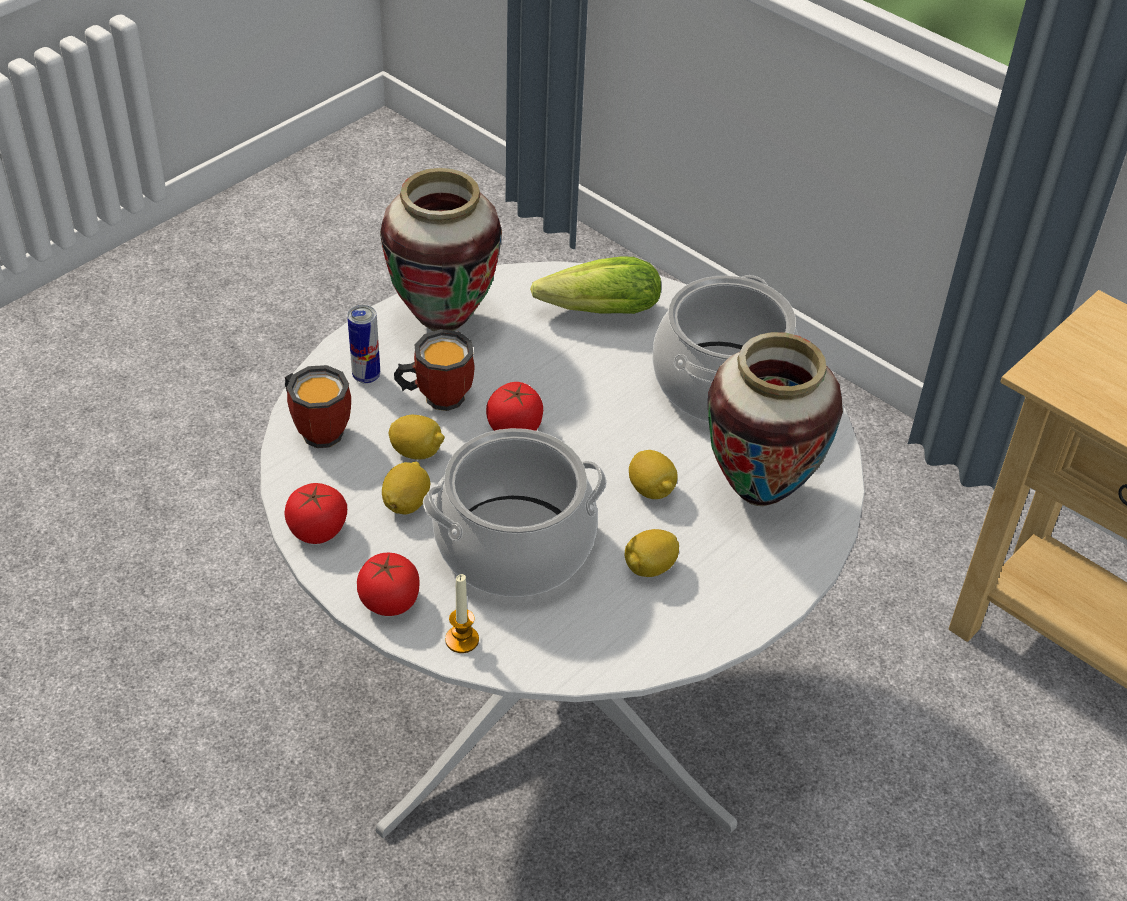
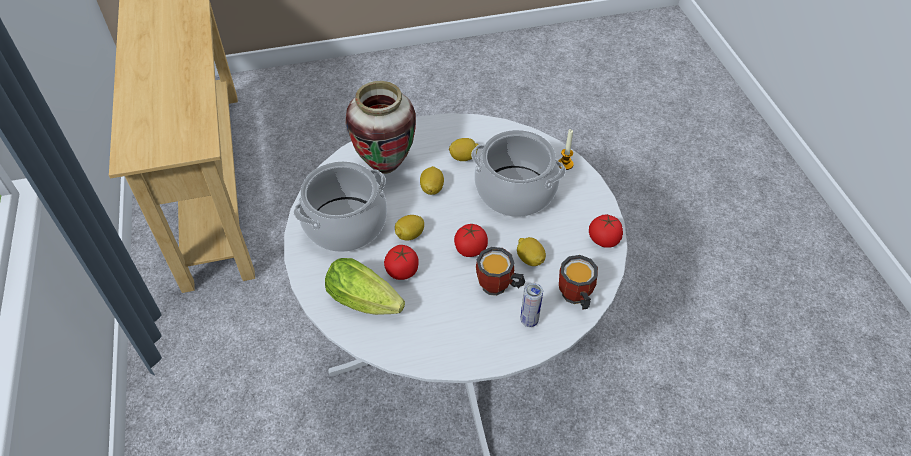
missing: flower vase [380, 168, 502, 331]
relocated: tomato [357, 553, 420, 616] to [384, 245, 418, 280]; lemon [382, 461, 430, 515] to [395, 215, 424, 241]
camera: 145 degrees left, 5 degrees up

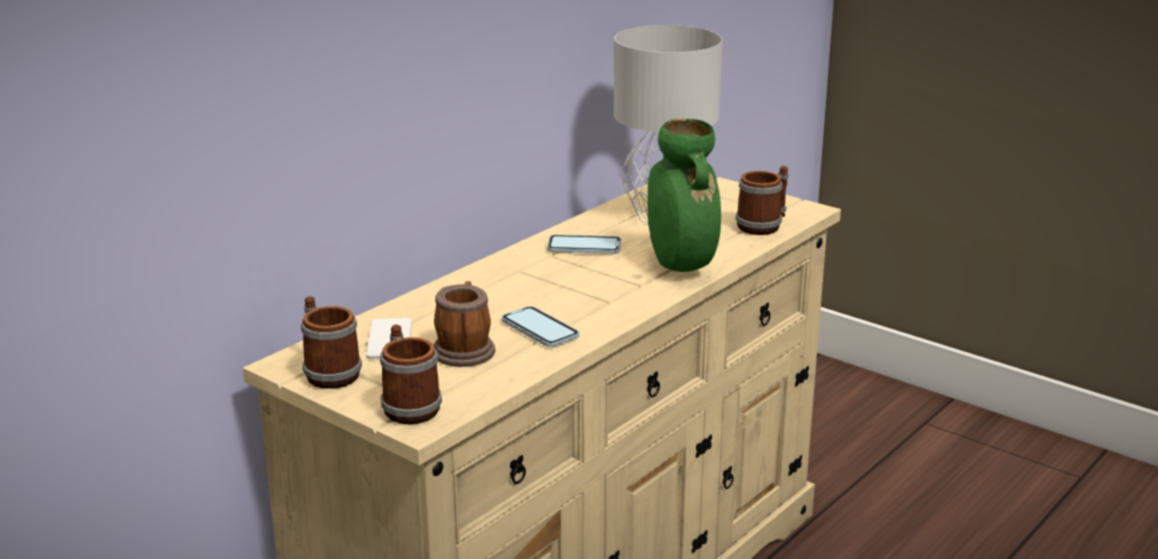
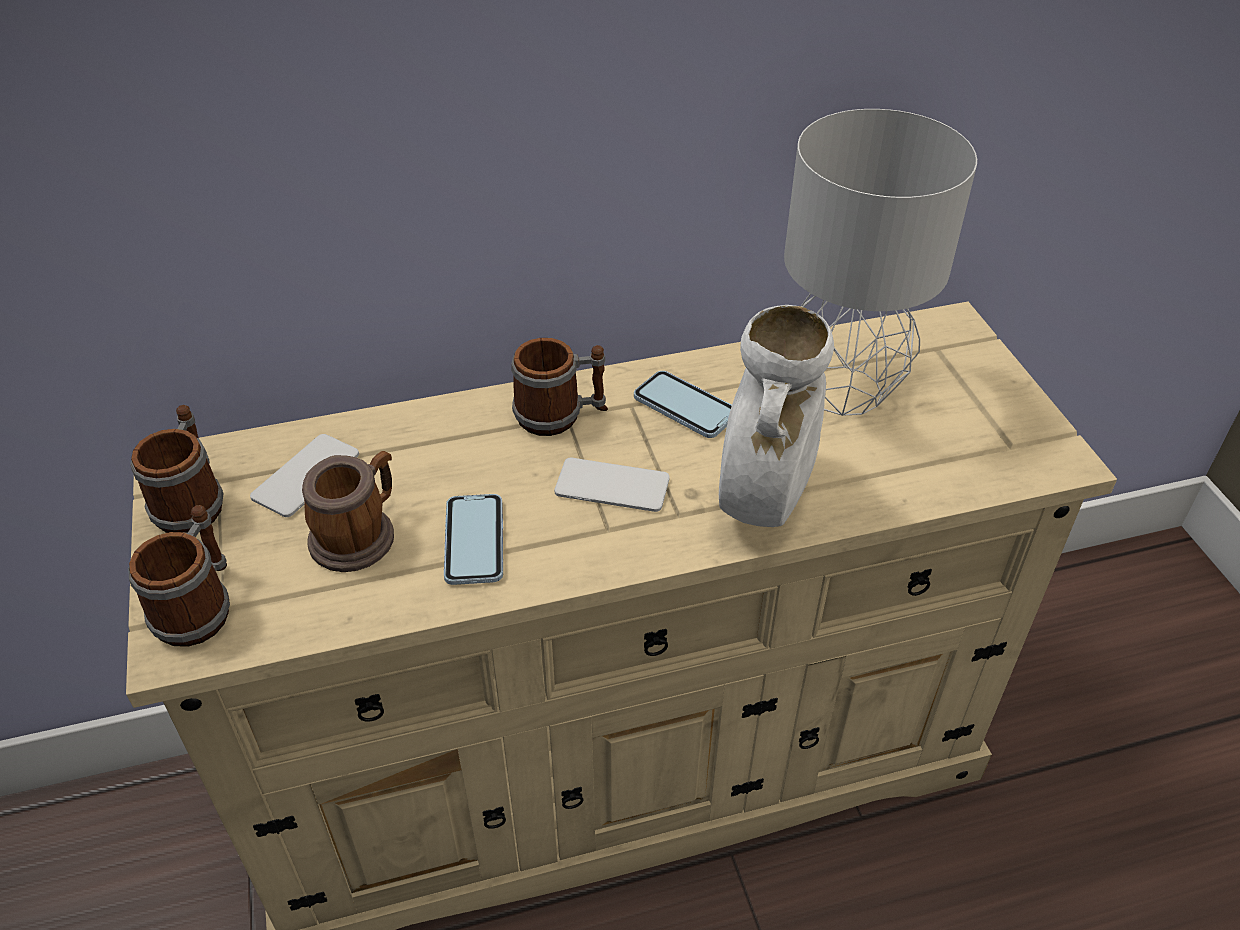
appeared: telephone [554, 458, 670, 512]
relocated: tea mug [735, 166, 789, 235] to [511, 338, 608, 436]
colour: green-coloured flower vase [647, 119, 721, 272] to whitish flower vase [719, 305, 834, 527]
camera: 35 degrees right, 20 degrees up

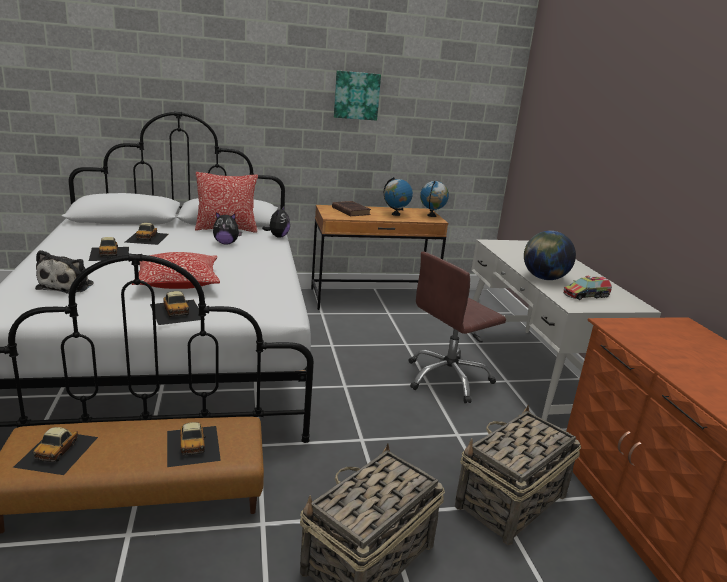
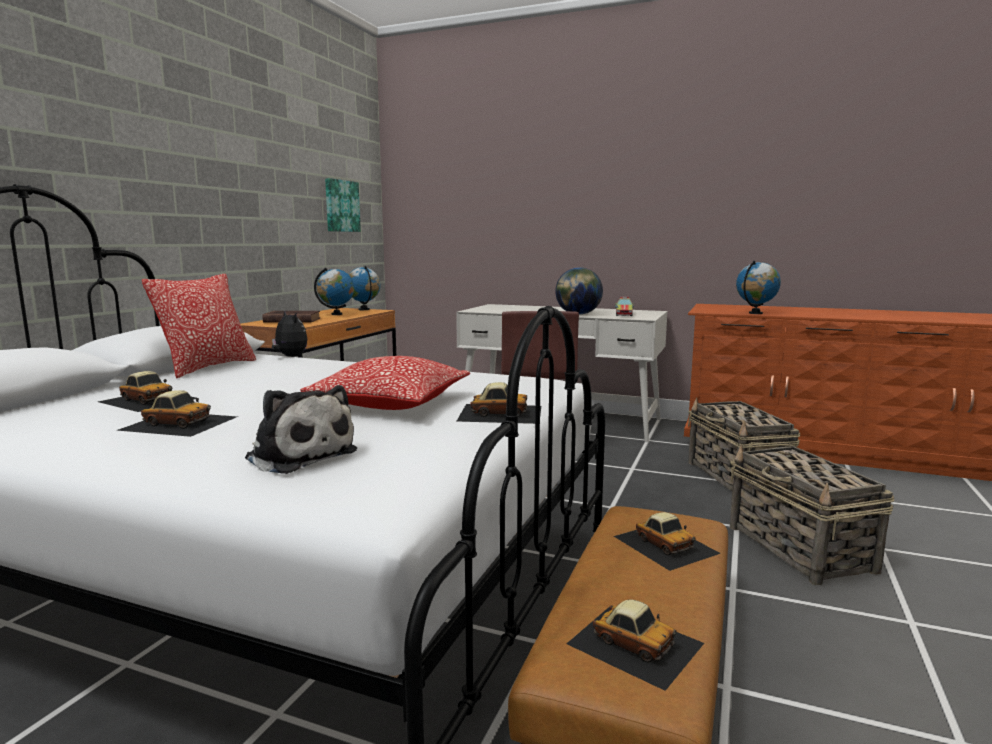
missing: plush toy [213, 212, 242, 244]
appeared: world globe [736, 261, 781, 314]
relocated: wall picture [334, 71, 381, 120] to [325, 178, 361, 232]
spun: miniature car [167, 422, 221, 467] = [614, 512, 721, 571] 45 degrees clockwise
camera: 55 degrees left, 10 degrees down

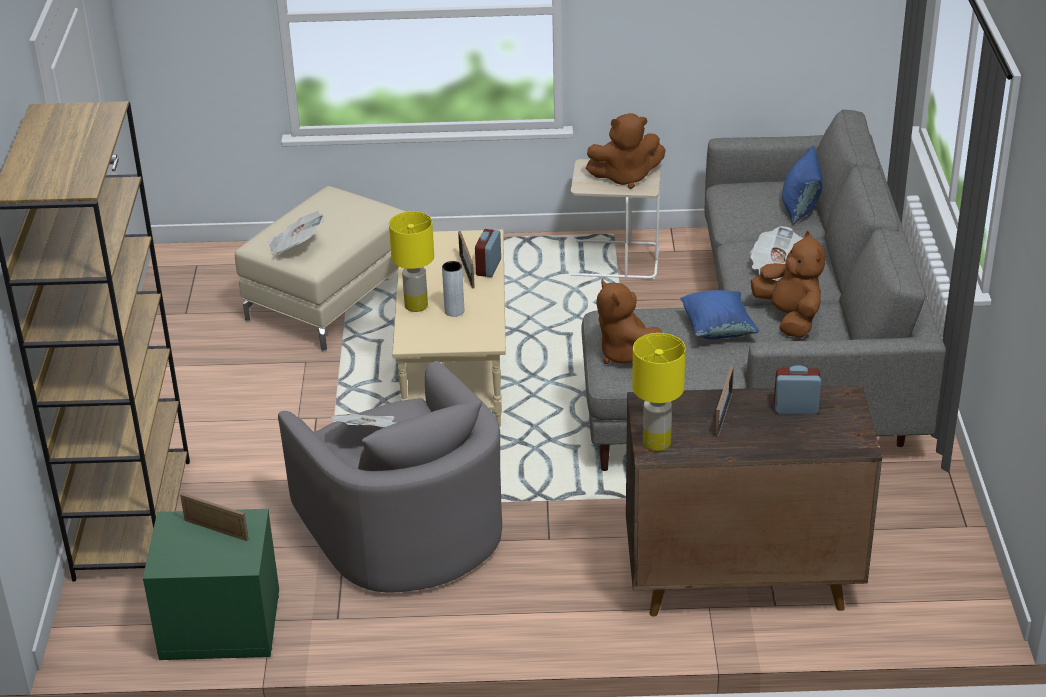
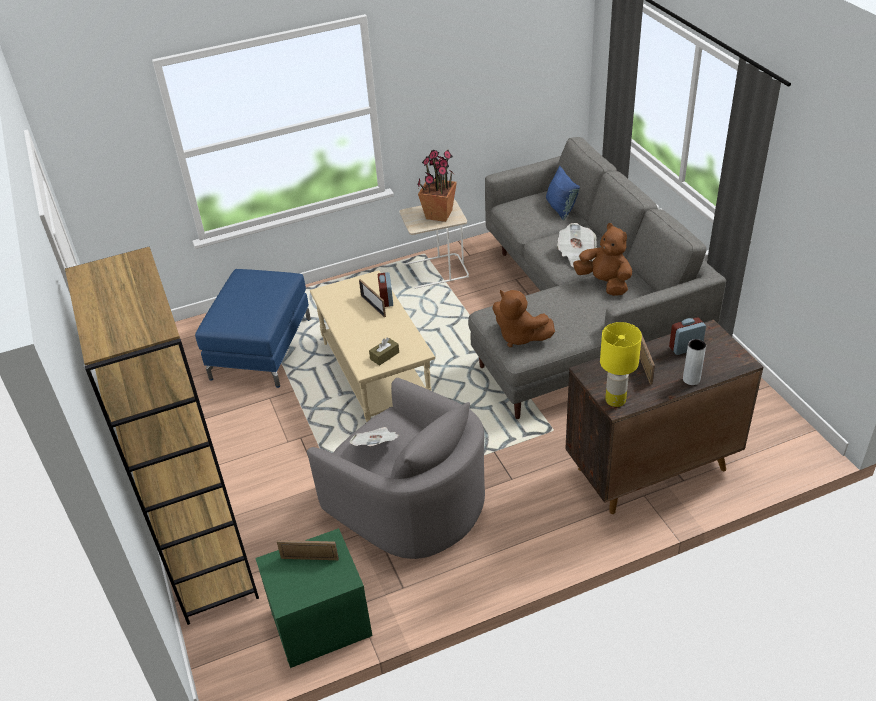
missing: daily paper [268, 211, 324, 256]; yellow-coloured lamp for a table [389, 211, 434, 312]; blue cushion [680, 290, 760, 339]
appeared: brown tissue box [369, 338, 399, 366]
relocated: gray flower vase [442, 261, 464, 317] to [683, 339, 706, 385]
exchanged: brown plush toy [586, 113, 666, 189] to plant in a pot [417, 149, 457, 222]
colour: beige footrest [235, 186, 406, 352] to blue footrest [195, 269, 311, 388]
camera: 20 degrees left, 5 degrees up

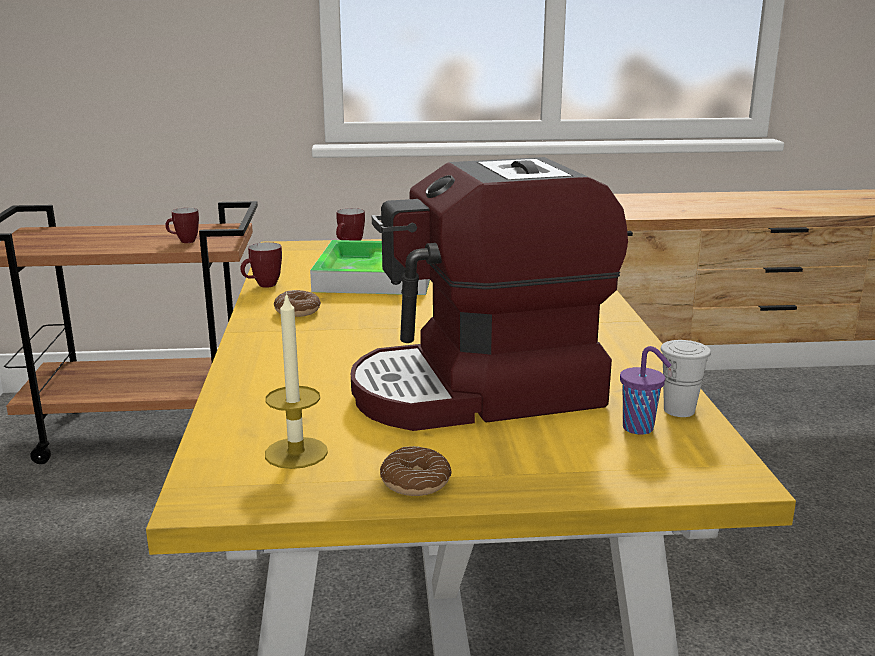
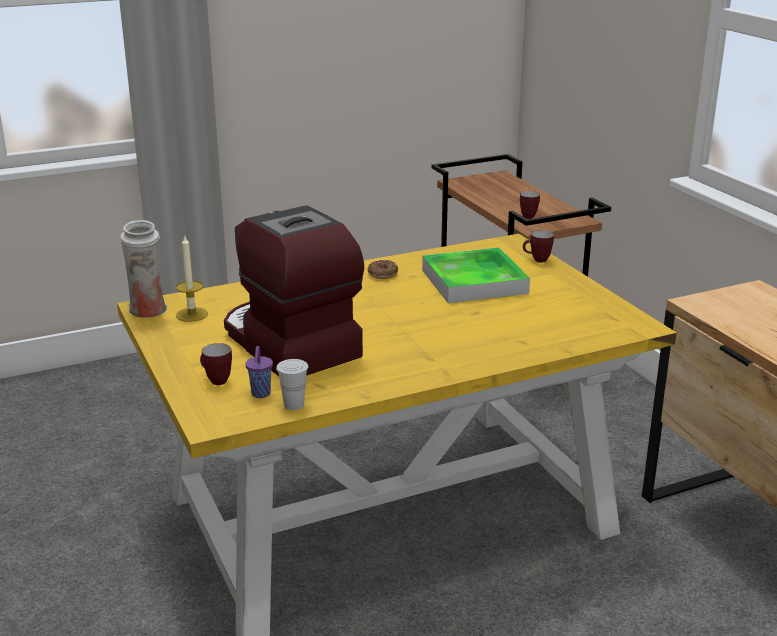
missing: ring doughnut [380, 446, 451, 496]
appeared: whitish flower vase [120, 220, 167, 318]
relocated: tea mug [240, 242, 282, 288] to [200, 343, 232, 385]
camera: 70 degrees right, 5 degrees up

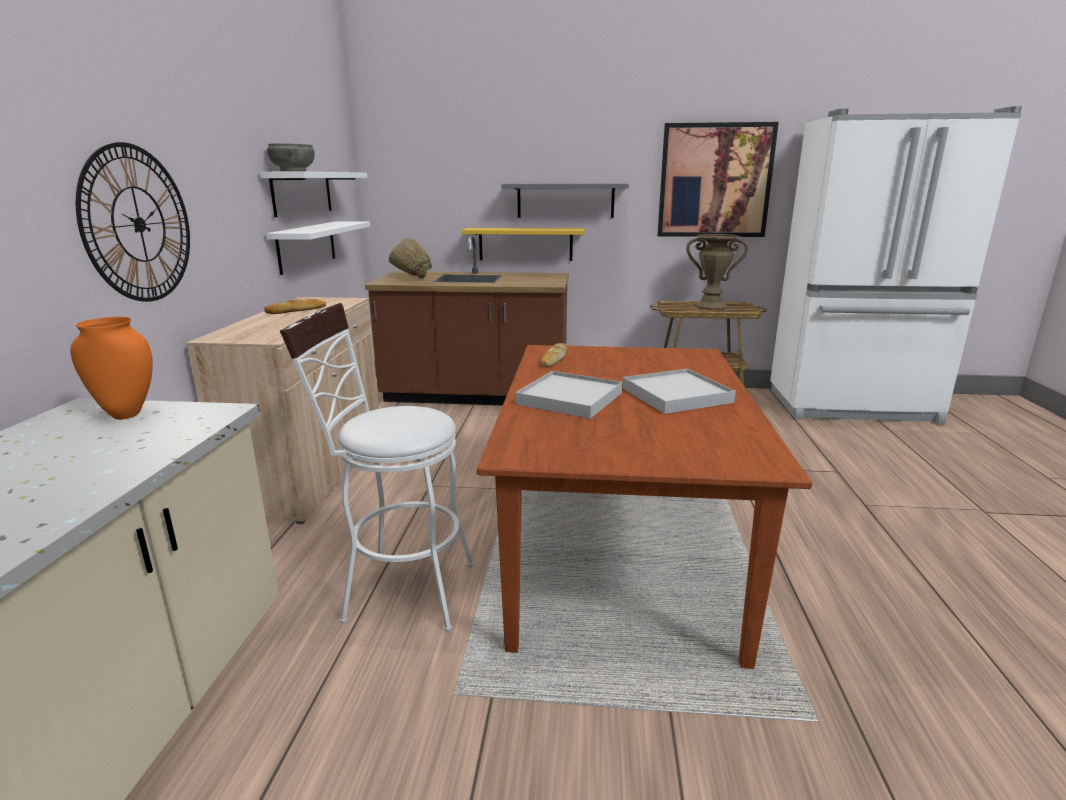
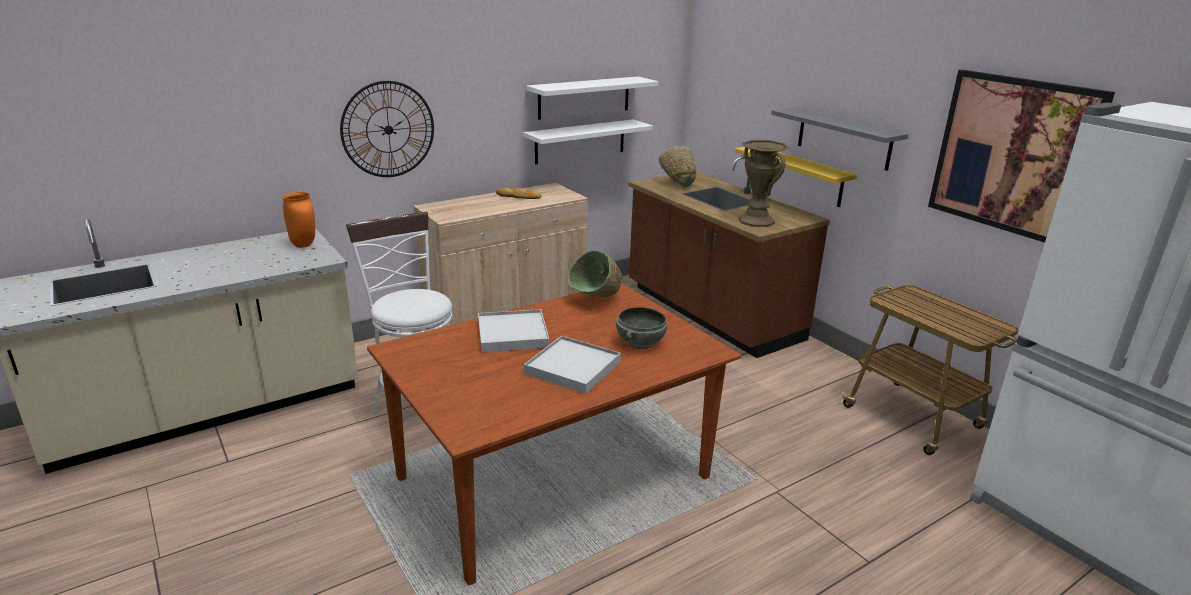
relocated: gray deep dish [267, 143, 315, 172] to [616, 307, 667, 349]; brown flower vase [686, 234, 748, 310] to [738, 140, 790, 227]
exchanged: bakery bread [540, 343, 568, 367] to green-coloured deep dish [568, 250, 622, 297]
camera: 50 degrees right, 5 degrees up

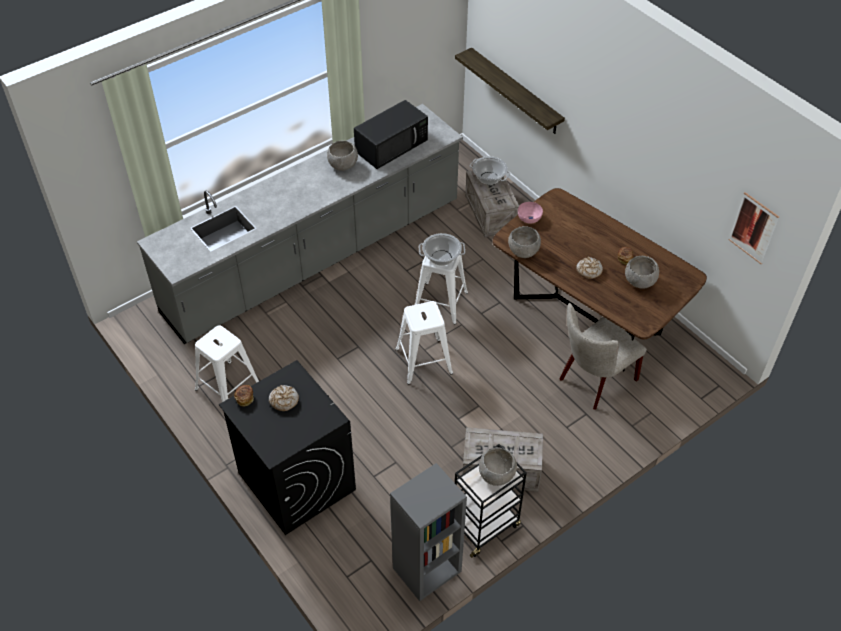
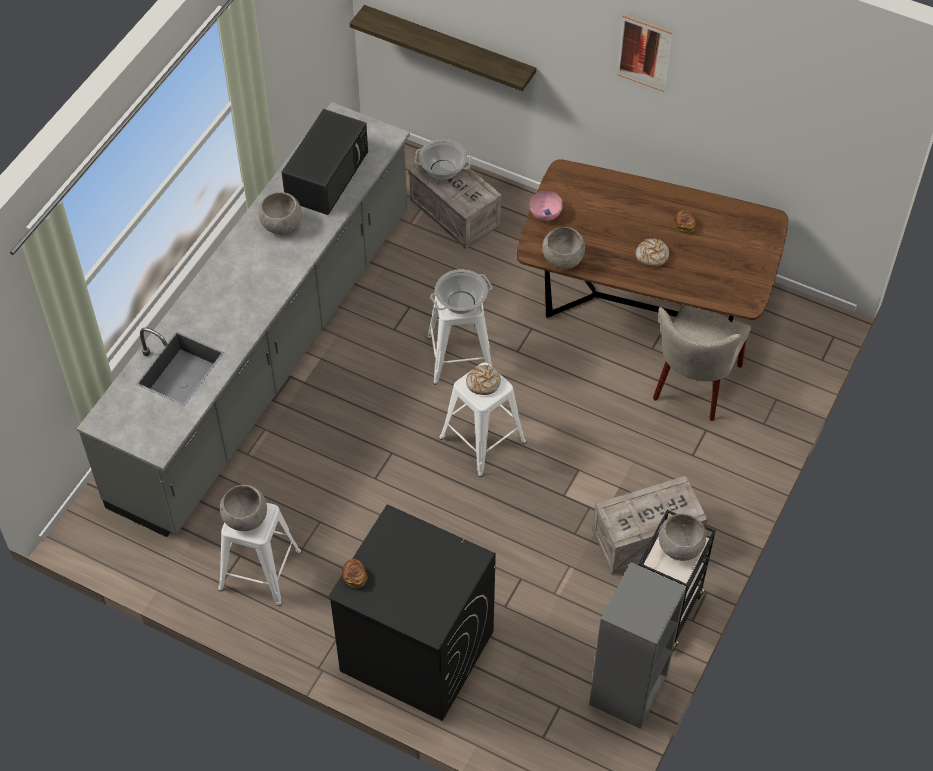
relocated: gray deep dish [625, 256, 659, 289] to [220, 485, 267, 531]; bakery bread [269, 385, 299, 411] to [466, 364, 501, 395]; wall picture [729, 192, 779, 264] to [617, 15, 673, 92]
camera: 25 degrees left, 5 degrees up

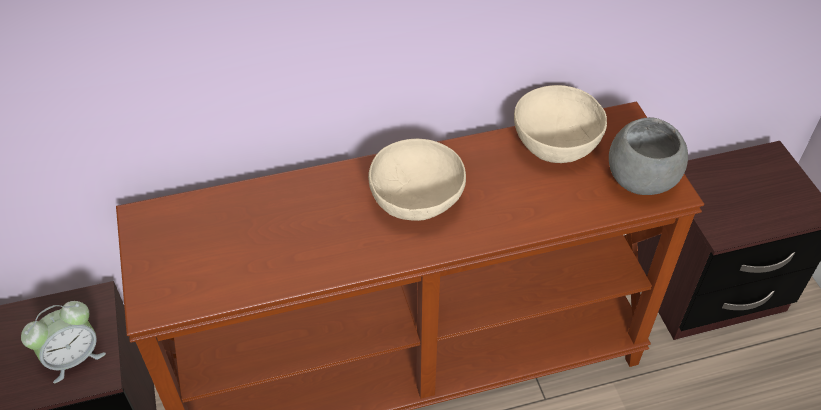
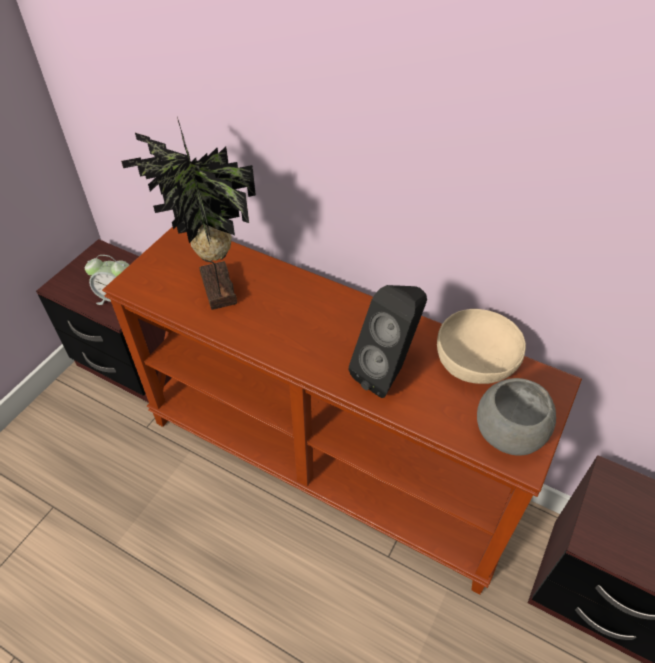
missing: beige deep dish [368, 139, 466, 221]
appeared: plant in a pot [121, 117, 256, 310]; blackish speaker [348, 285, 427, 398]
camera: 45 degrees right, 0 degrees up

